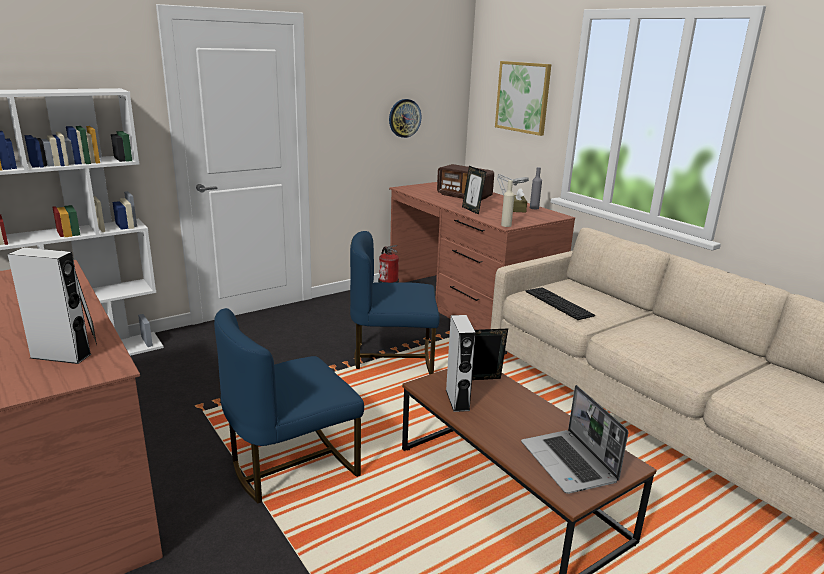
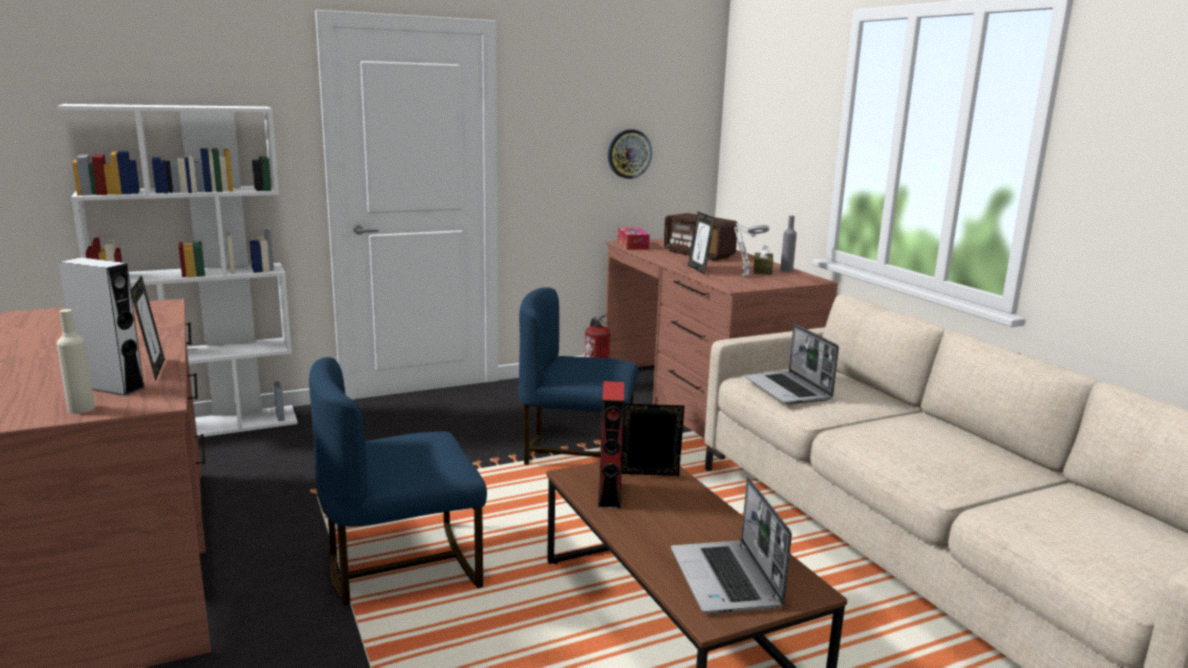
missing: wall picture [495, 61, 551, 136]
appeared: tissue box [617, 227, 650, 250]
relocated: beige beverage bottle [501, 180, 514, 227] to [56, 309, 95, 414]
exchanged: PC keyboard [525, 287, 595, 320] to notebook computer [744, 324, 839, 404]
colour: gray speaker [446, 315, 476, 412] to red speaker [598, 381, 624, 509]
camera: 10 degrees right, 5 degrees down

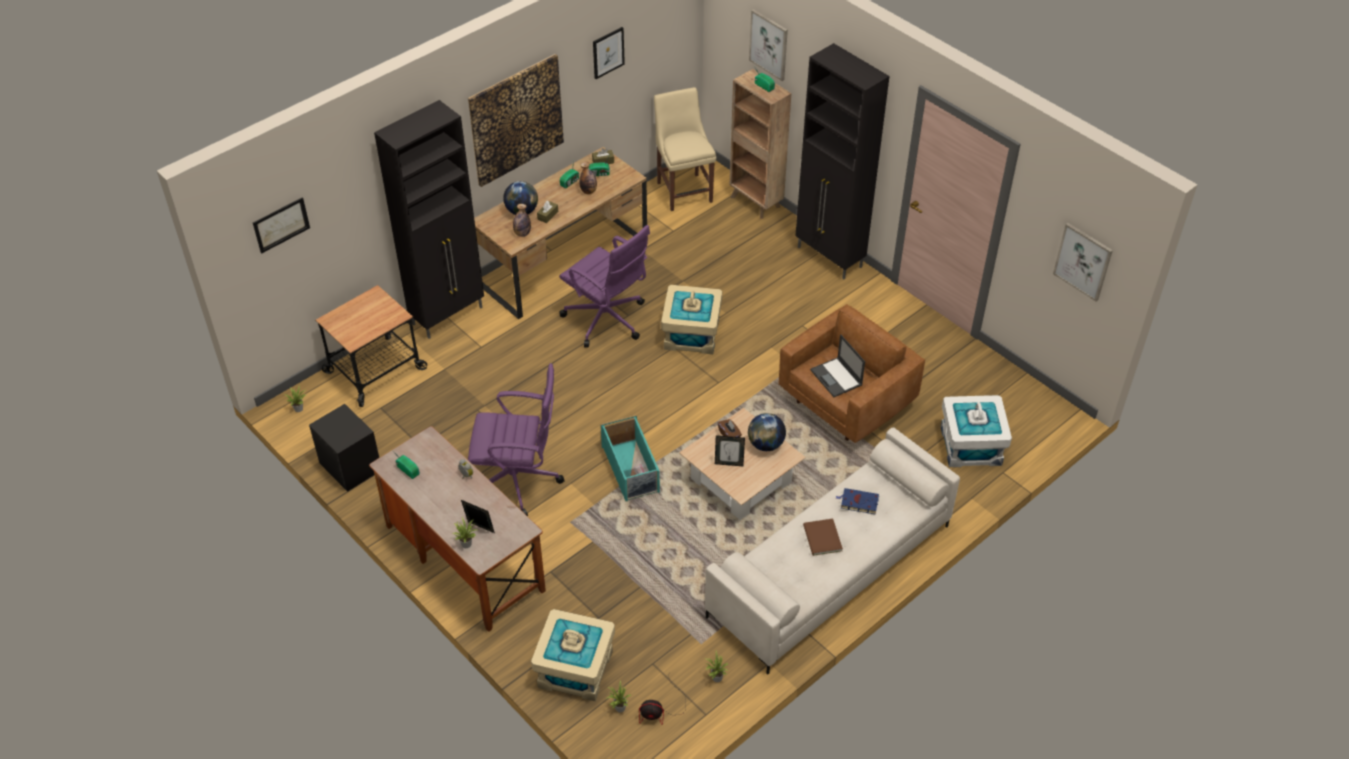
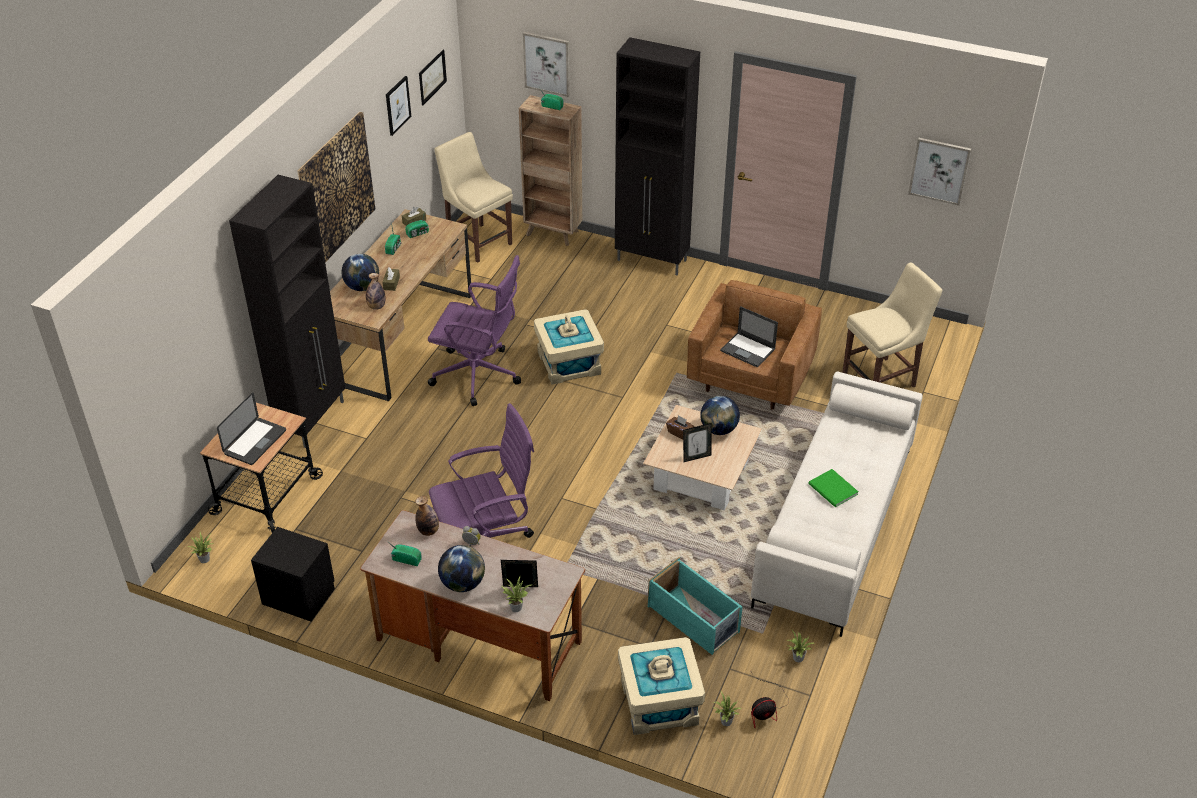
missing: blue bound book [836, 488, 879, 515]
appeared: notebook computer [217, 393, 286, 465]; world globe [438, 545, 485, 592]
relocated: beverage bottle [579, 162, 597, 194] to [415, 496, 439, 536]; wall picture [253, 197, 310, 253] to [419, 50, 447, 105]; turquoise-coloured storage box [600, 415, 660, 501] to [648, 557, 742, 655]
exchanged: whitish storage box [941, 395, 1012, 467] to beige upright chair [842, 263, 942, 388]
colour: brown bound book [803, 519, 843, 556] to green-coloured bound book [808, 469, 859, 507]
camera: 25 degrees left, 5 degrees down

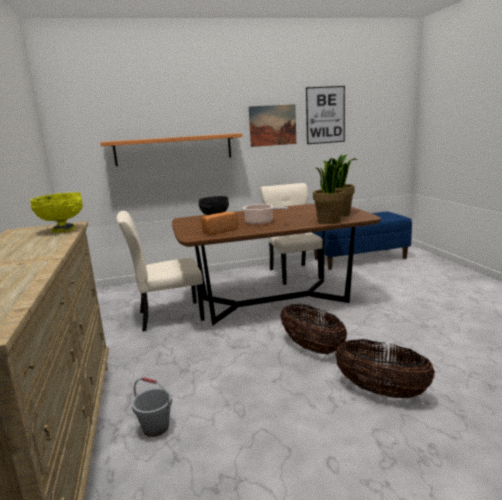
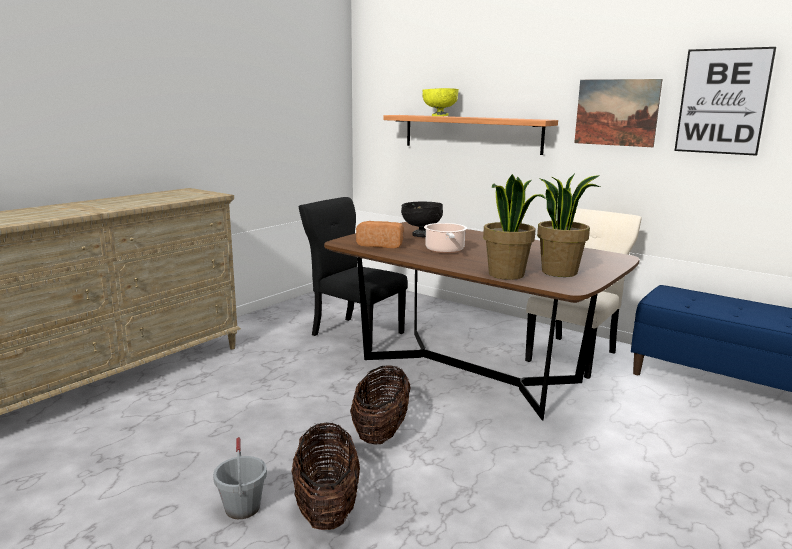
relocated: gray water bucket [132, 377, 172, 437] to [213, 437, 267, 519]; yellow-coloured deep dish [30, 192, 83, 233] to [422, 88, 459, 116]
colour: beige upright chair [117, 211, 205, 332] to blackish upright chair [299, 197, 407, 351]
camera: 50 degrees right, 0 degrees up

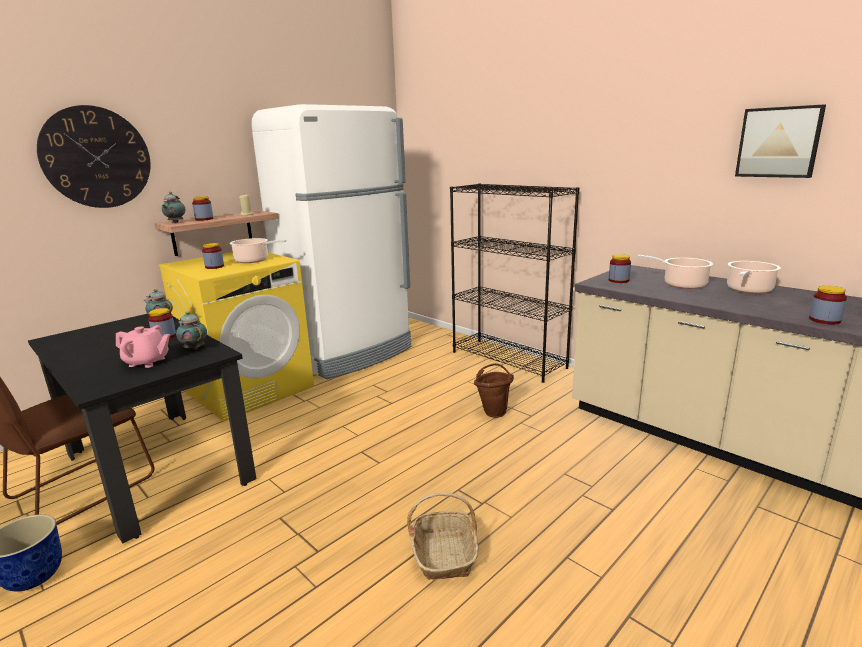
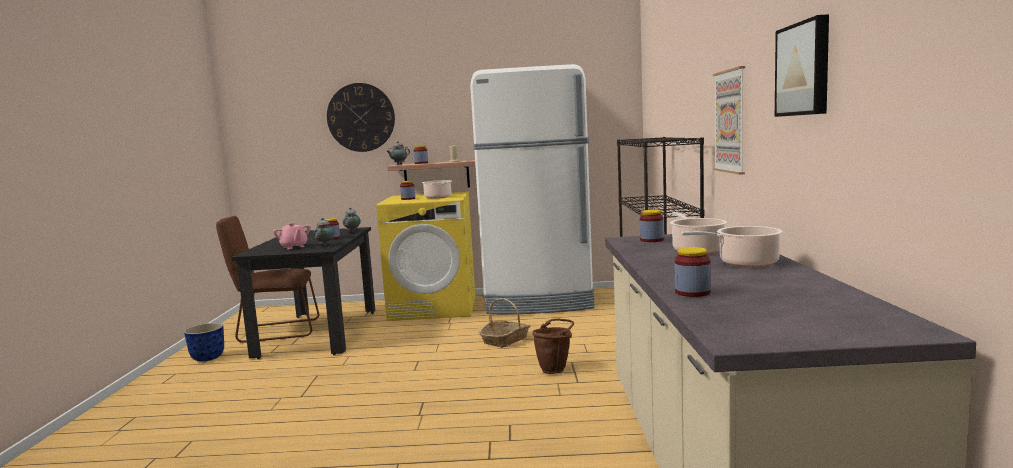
appeared: wall picture [713, 66, 745, 175]
relocated: household basket [407, 493, 479, 580] to [479, 298, 530, 348]
camera: 45 degrees right, 10 degrees down

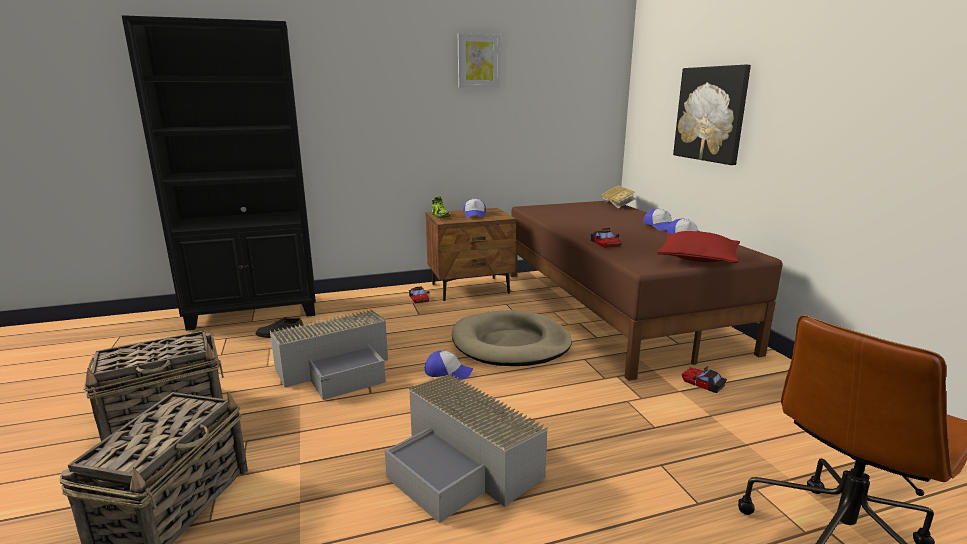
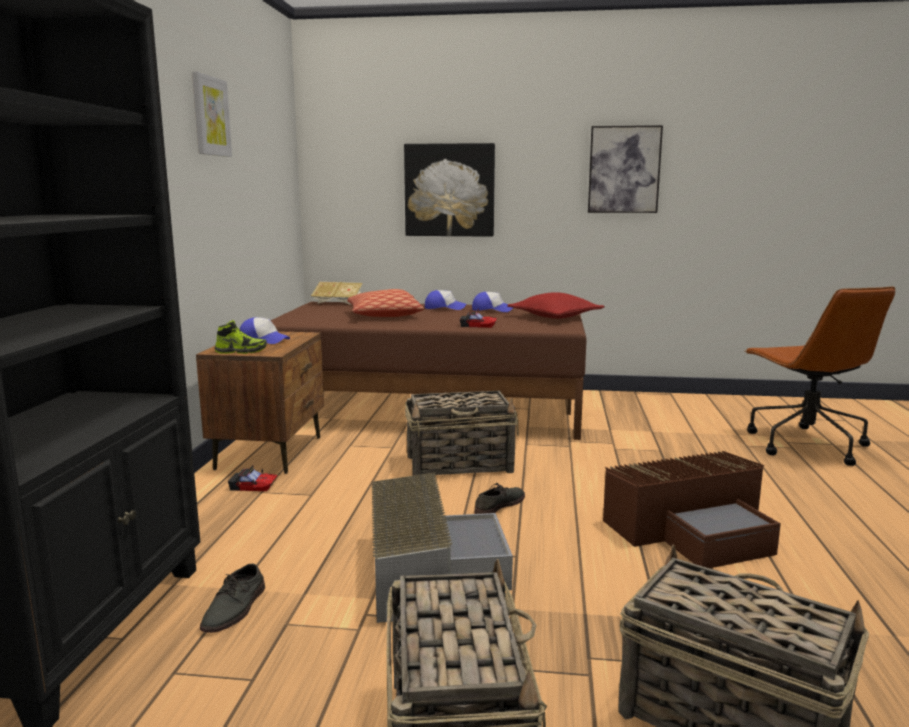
missing: miniature car [682, 366, 727, 393]
appeared: cushion [347, 289, 424, 317]; wall picture [588, 125, 663, 213]
exchanged: beige dog cushion [452, 310, 572, 366] to household basket [405, 391, 518, 476]; cap [425, 351, 473, 379] to gray shoe [474, 483, 525, 514]
colour: gray storage box [385, 374, 548, 523] to brown storage box [603, 451, 781, 568]
camera: 65 degrees left, 5 degrees down

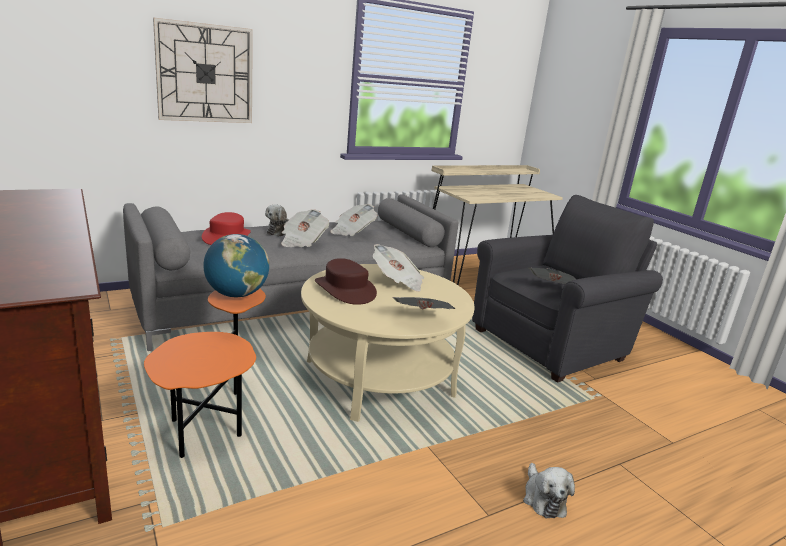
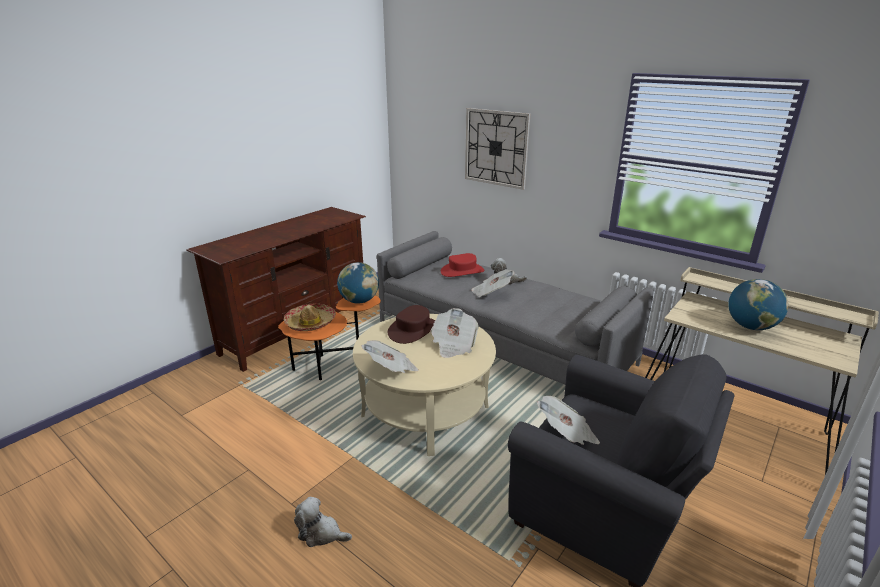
missing: daily paper [330, 204, 377, 236]
appeared: clothing hat [284, 303, 336, 331]; world globe [728, 279, 788, 330]
spun: plush toy [523, 463, 575, 518] = [294, 497, 352, 547] 45 degrees clockwise
camera: 70 degrees right, 5 degrees up

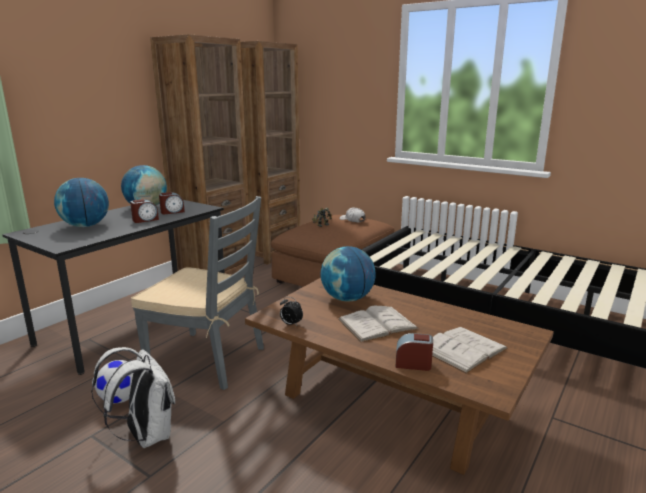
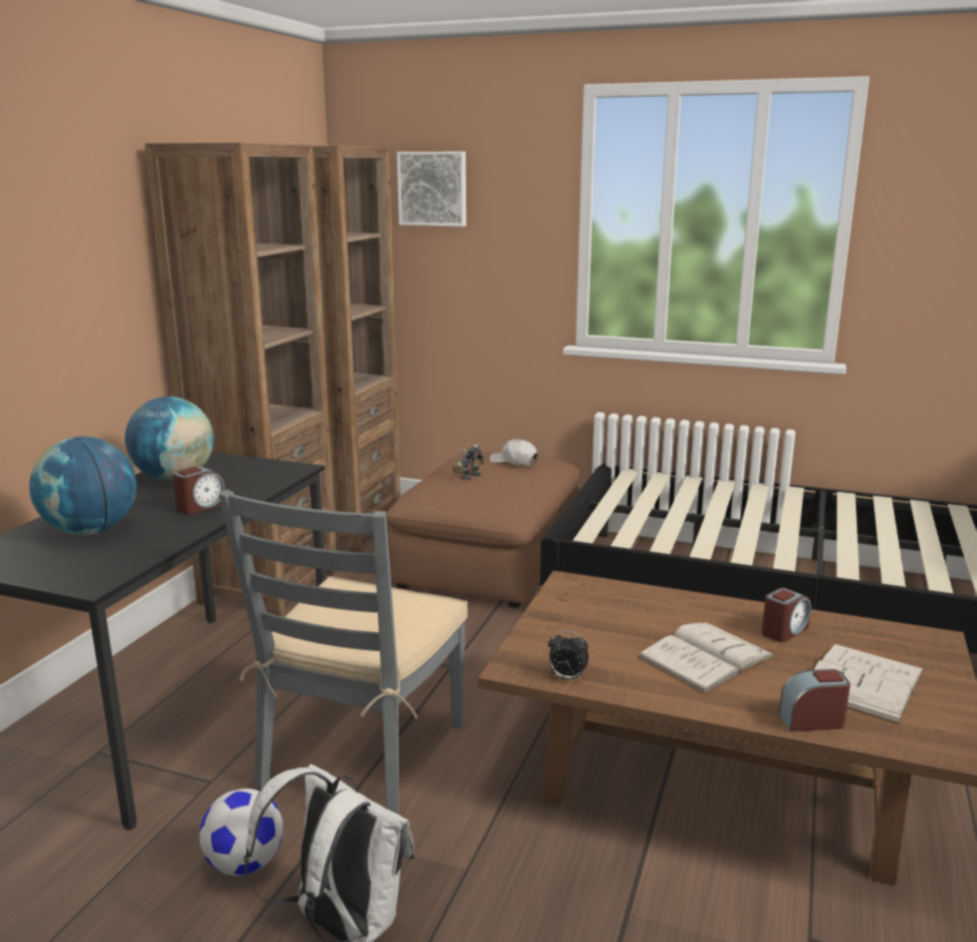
missing: world globe [320, 246, 376, 302]
appeared: wall picture [397, 152, 466, 227]
relocated: alarm clock [159, 192, 185, 214] to [762, 588, 811, 642]
spun: gray upright chair [131, 196, 264, 390] = [219, 489, 468, 815] 105 degrees clockwise
camera: 15 degrees left, 0 degrees up

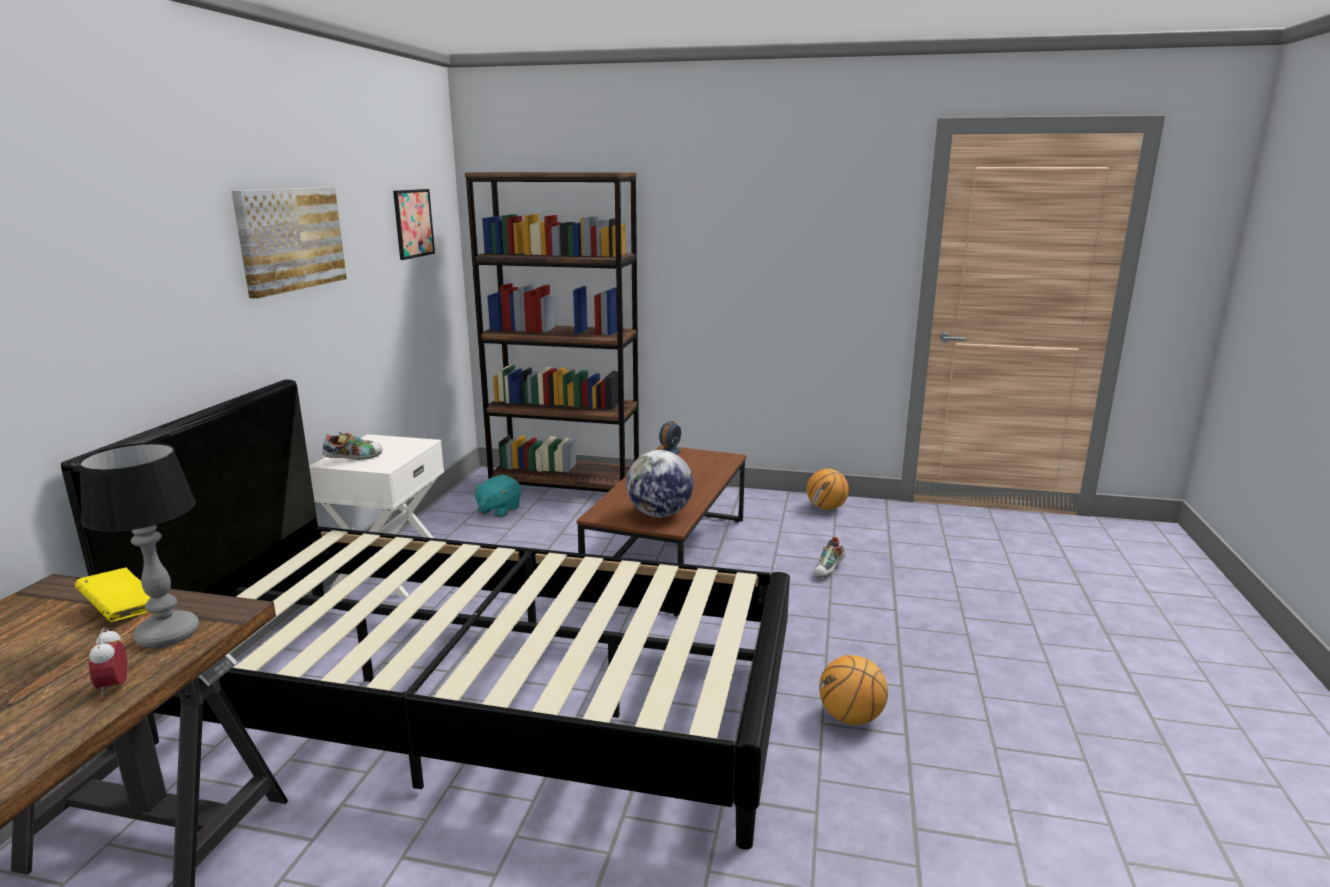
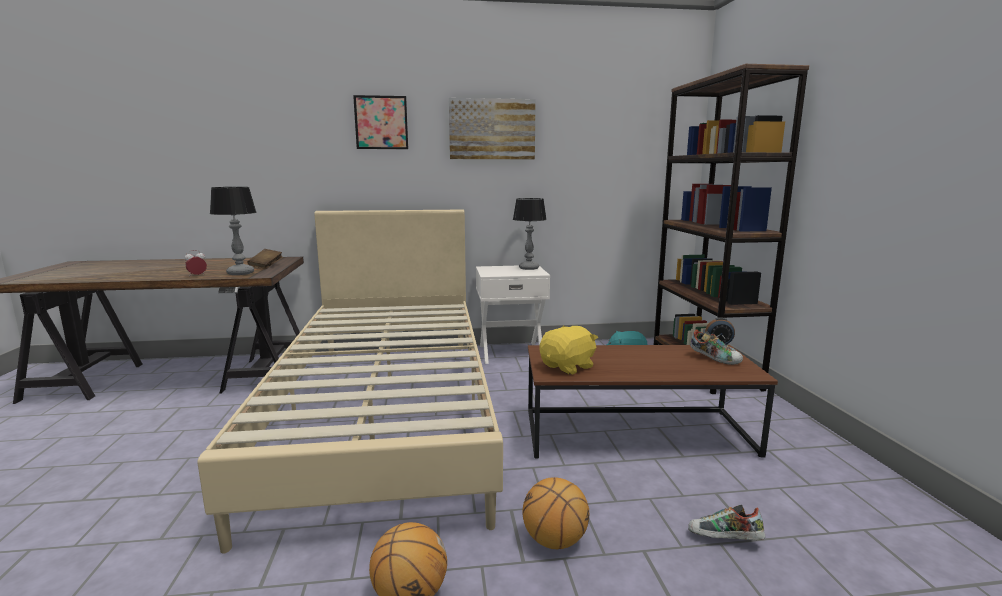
appeared: lamp for a table [513, 198, 547, 270]
relocated: wall picture [393, 189, 435, 260] to [353, 95, 408, 149]; basketball [807, 469, 849, 510] to [522, 477, 589, 549]; shoe [322, 432, 383, 460] to [690, 329, 743, 365]
exchanged: world globe [626, 450, 693, 517] to yellow-coloured plush toy [540, 325, 598, 375]
colour: blackish bed [61, 380, 790, 849] to beige bed [198, 209, 503, 554]; yellow-coloured bound book [75, 567, 151, 622] to brown bound book [247, 249, 282, 269]
camera: 70 degrees right, 5 degrees down

